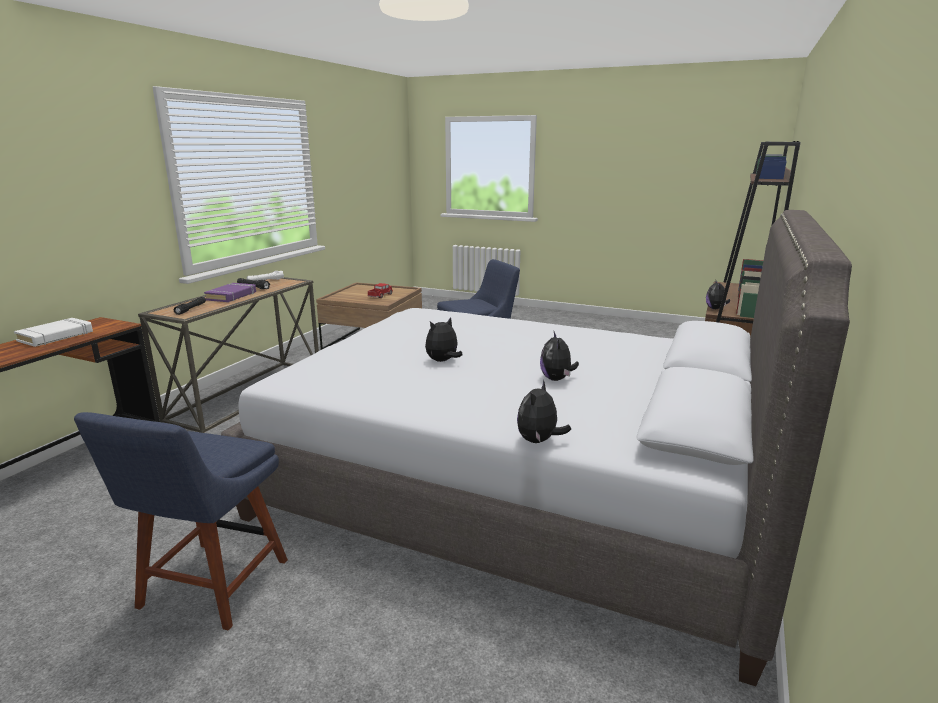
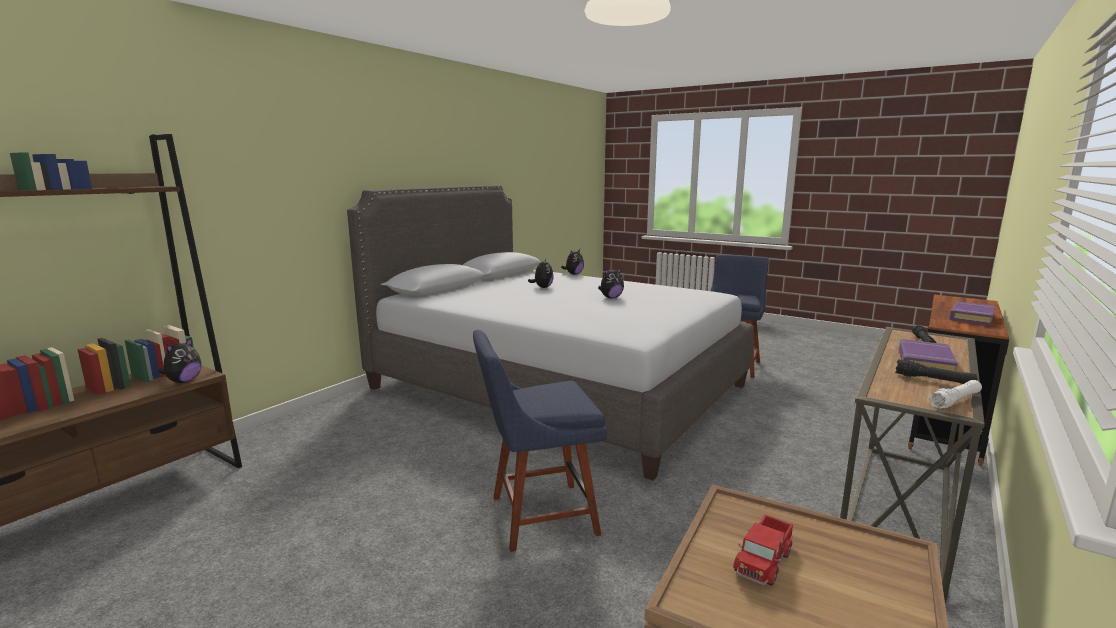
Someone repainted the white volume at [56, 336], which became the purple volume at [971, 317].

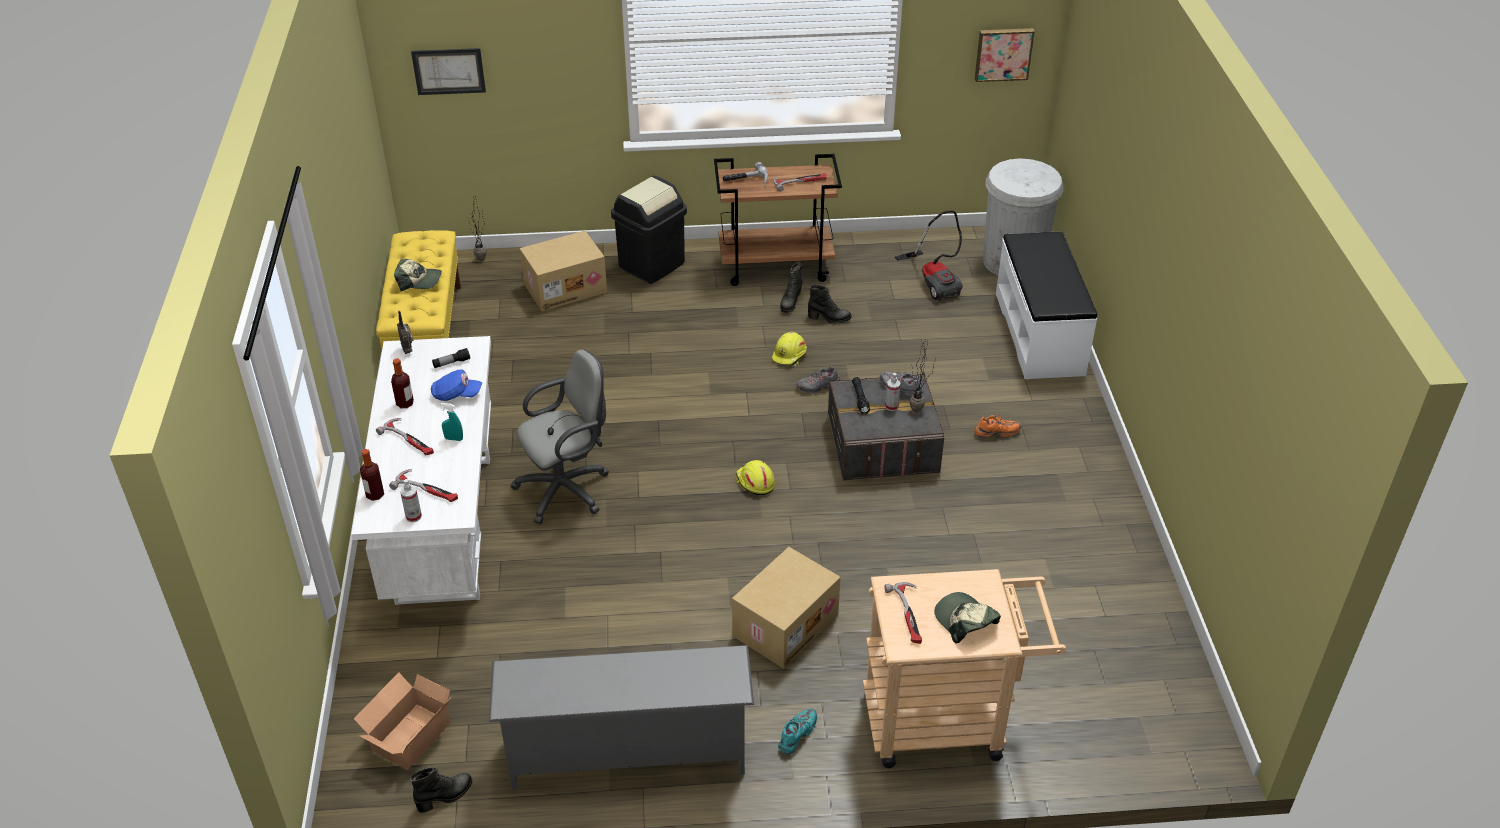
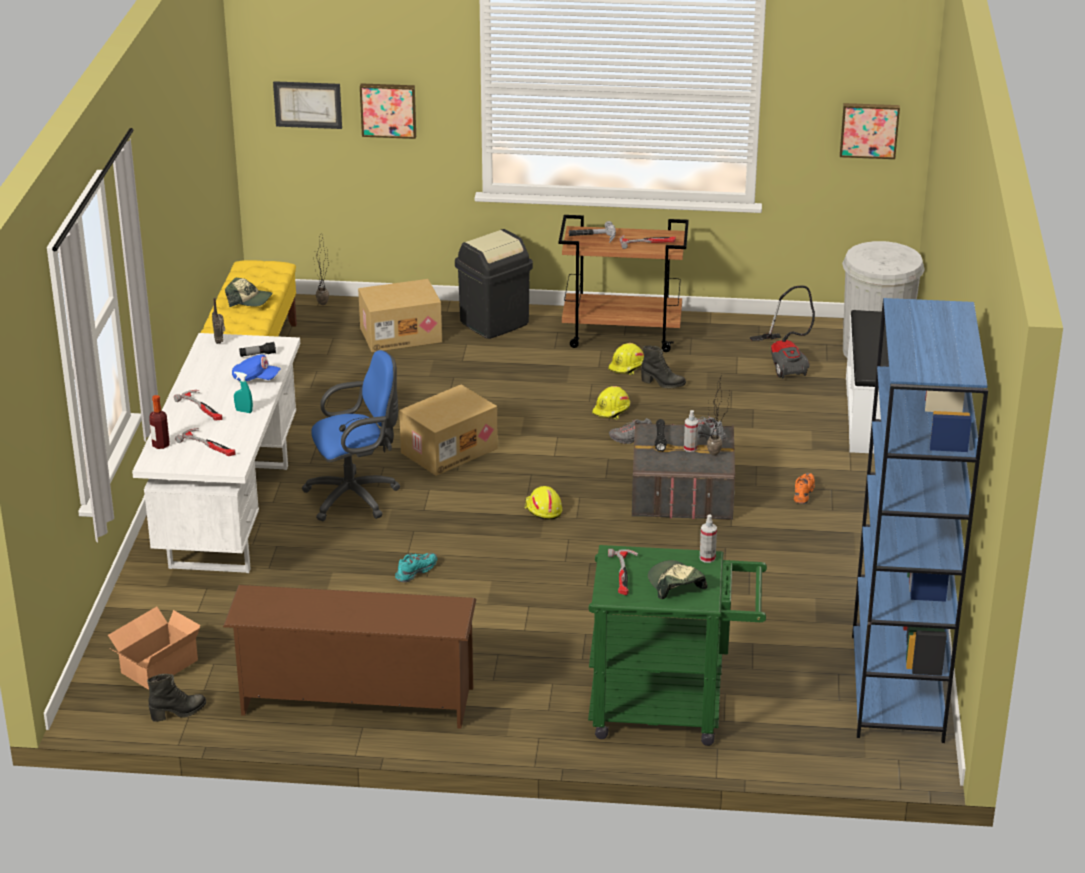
Someone repainted the gray shoe stand at [627, 755], which became the brown shoe stand at [355, 702]. Someone repainted the gray office chair at [568, 489], which became the blue office chair at [357, 497]. Someone put up the wall art at [388, 109]. Someone carried the turquoise shoe from [797, 735] to [416, 572]. Someone carried the cardboard box from [784, 624] to [449, 450]. Someone repainted the sand-coloured wheeled cart at [947, 721], which became the greenish wheeled cart at [670, 711]. Someone swapped the black boot at [790, 302] for the yellow-coloured work helmet at [627, 367]. Someone carried the hand sprayer from [413, 516] to [707, 558]. Someone rotated the orange shoe at [996, 433] by 75 degrees counterclockwise. Someone put down the blue shelving unit at [897, 688]. Someone took away the drink bottle at [405, 403].

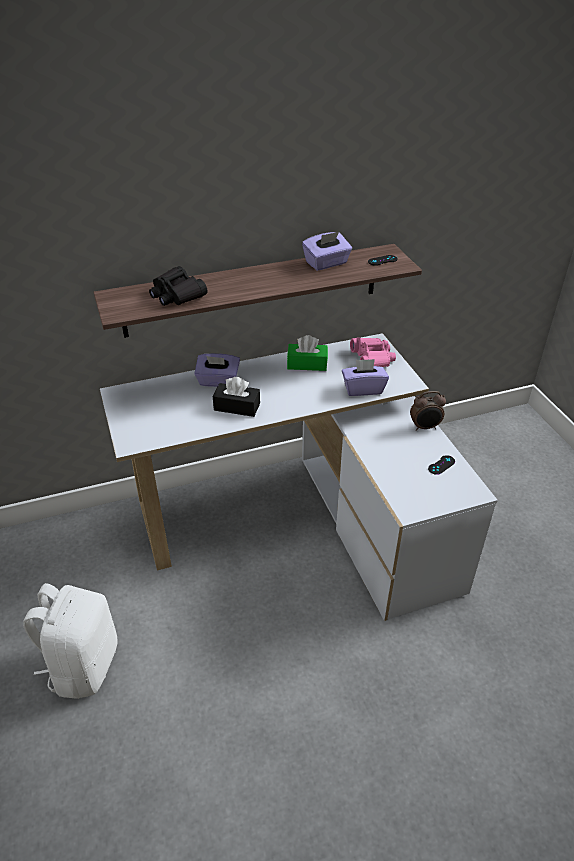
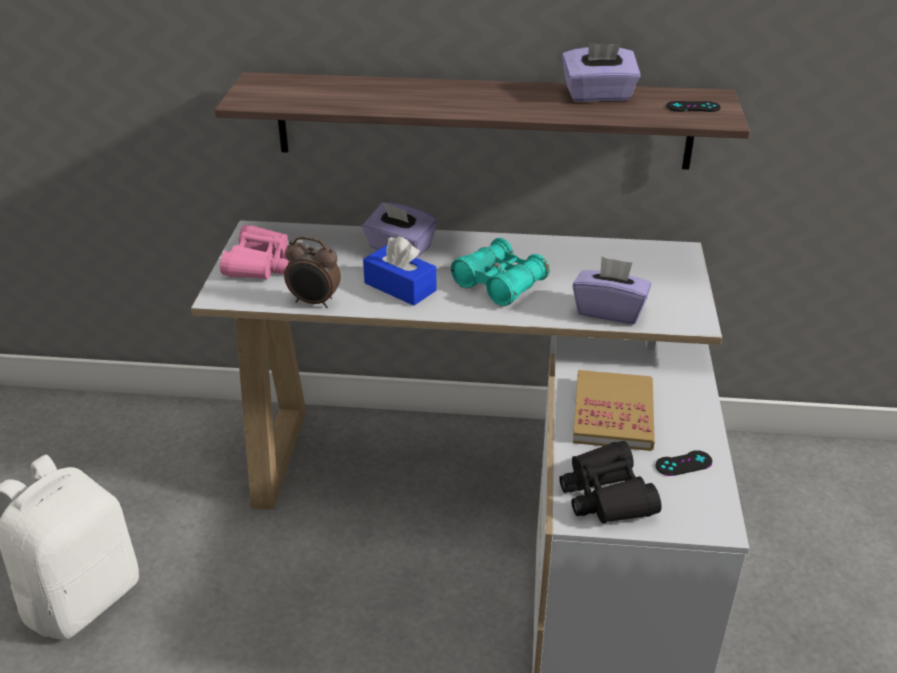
Someone carried the pink field glasses from [372, 358] to [261, 264]. Someone carried the table clock from [425, 427] to [314, 302]. Someone repainted the black box of tissues at [237, 407], which became the blue box of tissues at [400, 287]. Someone put down the turquoise field glasses at [499, 284]. Someone carried the black field glasses from [177, 294] to [606, 494]. Someone put down the volume at [613, 413]. Someone took away the greenish box of tissues at [307, 364].

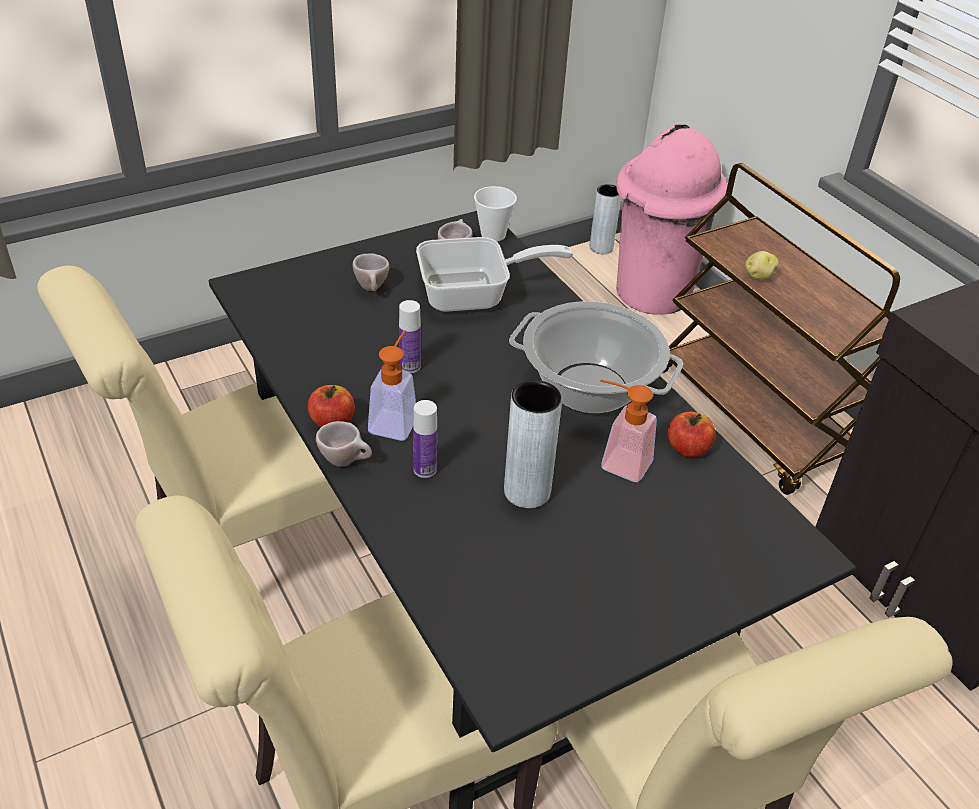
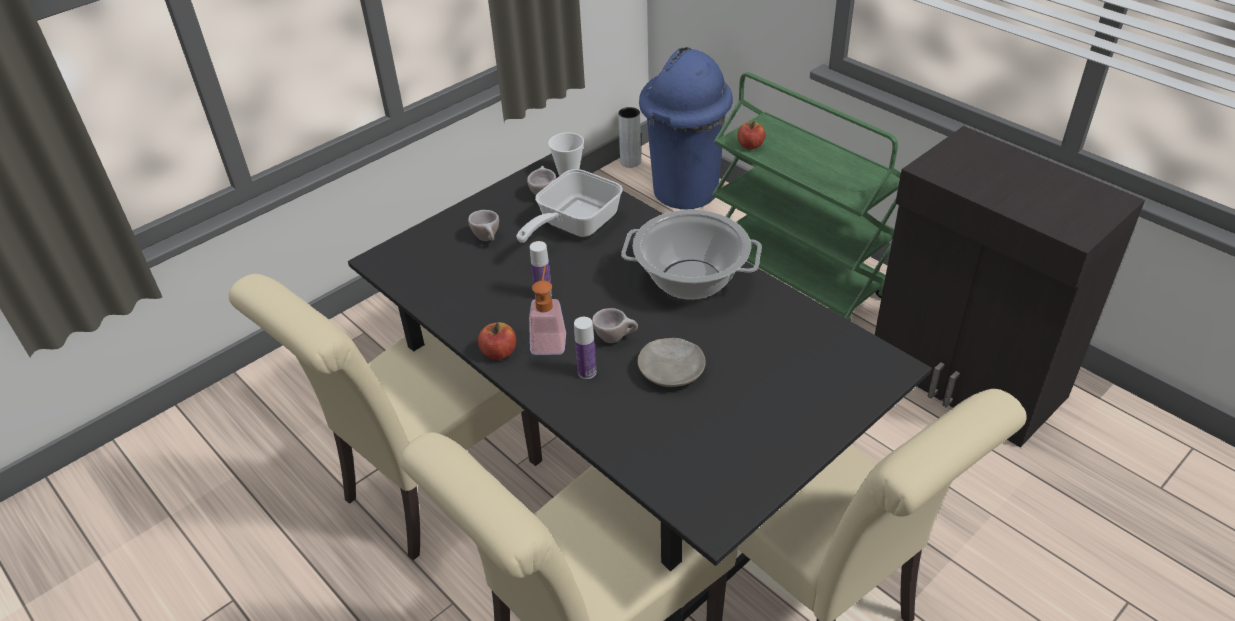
Someone rotated the frying pan at [475, 295] by 150 degrees clockwise. Someone carried the sand-coloured cup from [346, 461] to [615, 338]. Someone swapped the gray decorative vase at [527, 491] for the sand-coloured flat dish at [672, 370]. Someone repainted the pink trash can at [651, 293], which became the blue trash can at [684, 191]. Someone repainted the brown wheeled cart at [753, 417], which became the greenish wheeled cart at [797, 276]. Someone carried the apple fruit from [687, 448] to [750, 145]. Someone took away the soap bottle at [617, 461]. Someone took away the whole potato at [758, 276].

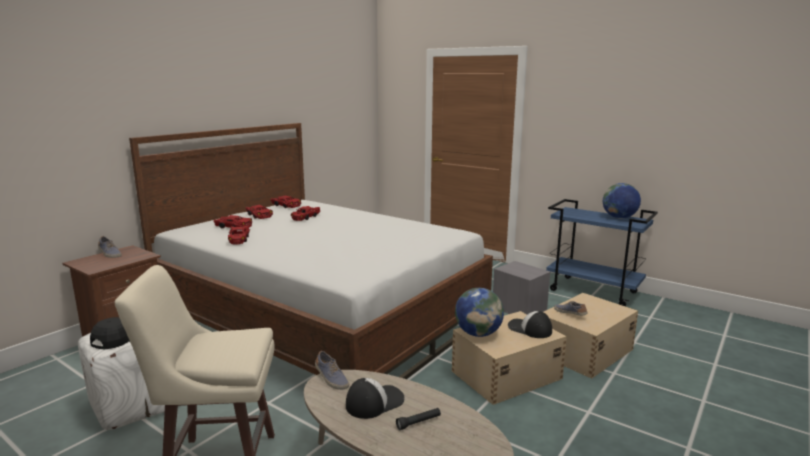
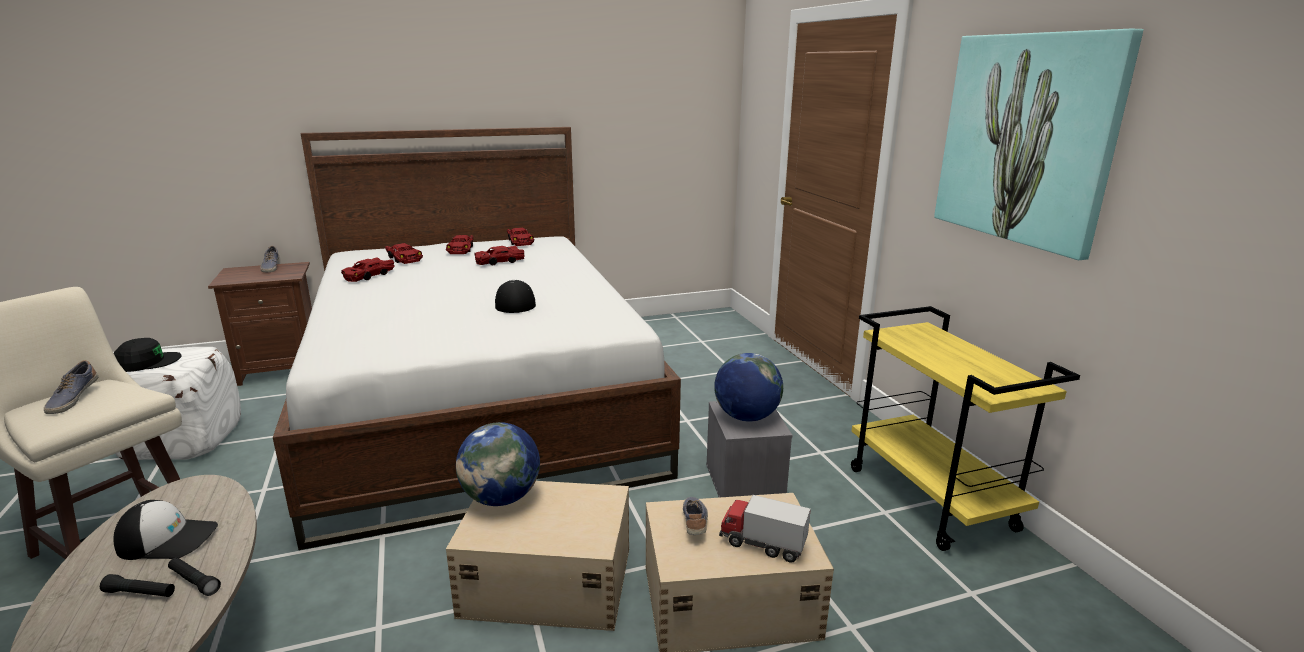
Someone carried the shoe from [331, 379] to [72, 399]. Someone put down the black flashlight at [194, 581]. Someone carried the peaked cap from [529, 329] to [514, 303]. Someone carried the world globe from [619, 217] to [746, 417]. Someone put down the toy lorry at [762, 544]. Someone repainted the blue wheeled cart at [594, 291], which became the yellow-coloured wheeled cart at [932, 499]. Someone put up the wall art at [1026, 139].

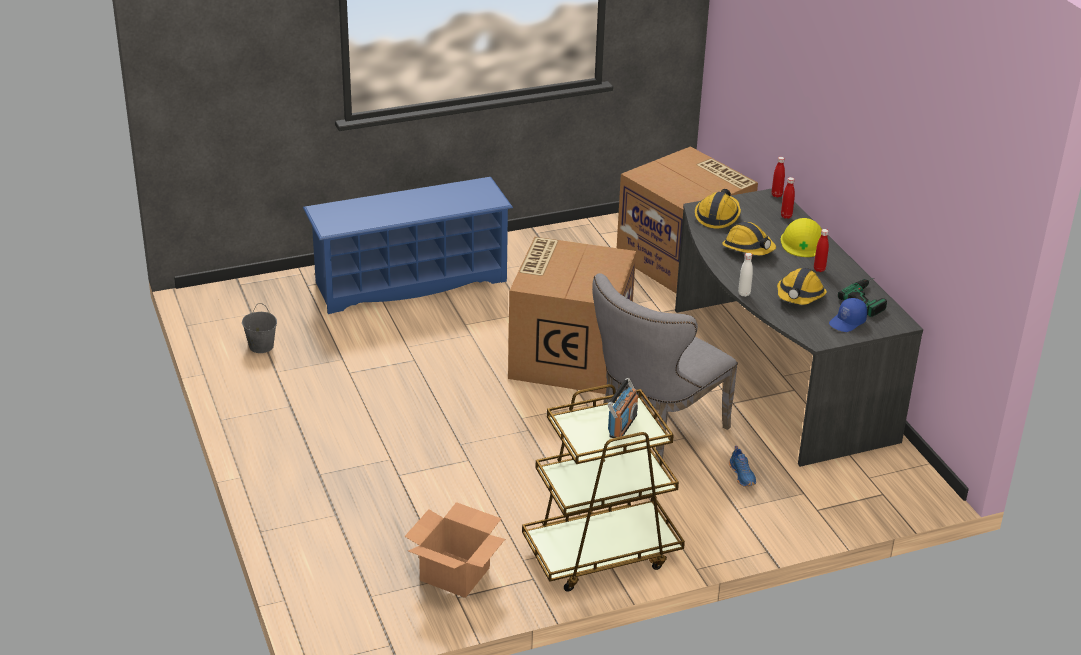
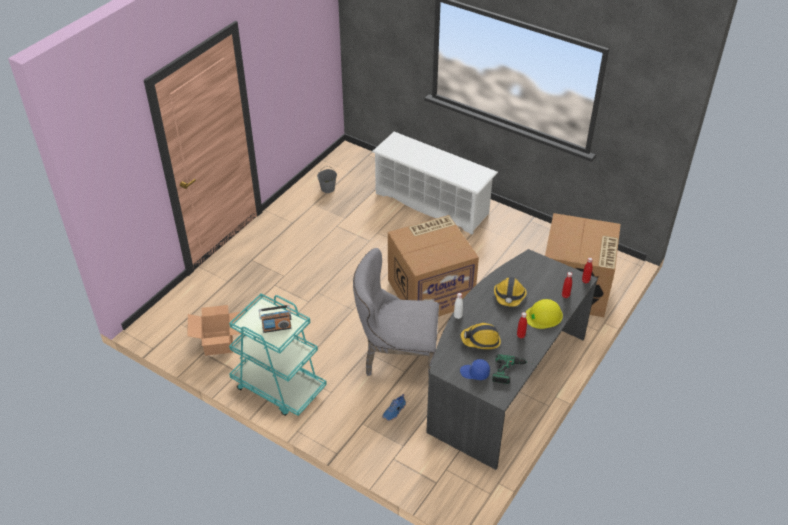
Someone repainted the brown wheeled cart at [601, 553], which became the turquoise wheeled cart at [278, 387]. Someone repainted the blue shoe stand at [410, 282], which became the white shoe stand at [432, 203]. Someone took away the work helmet at [717, 216].

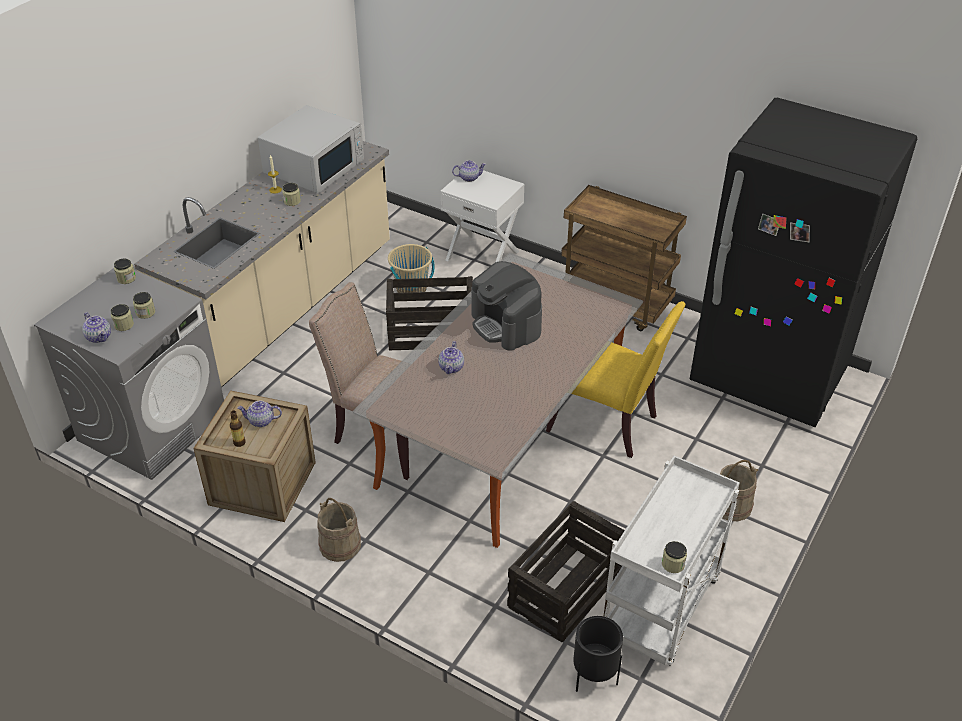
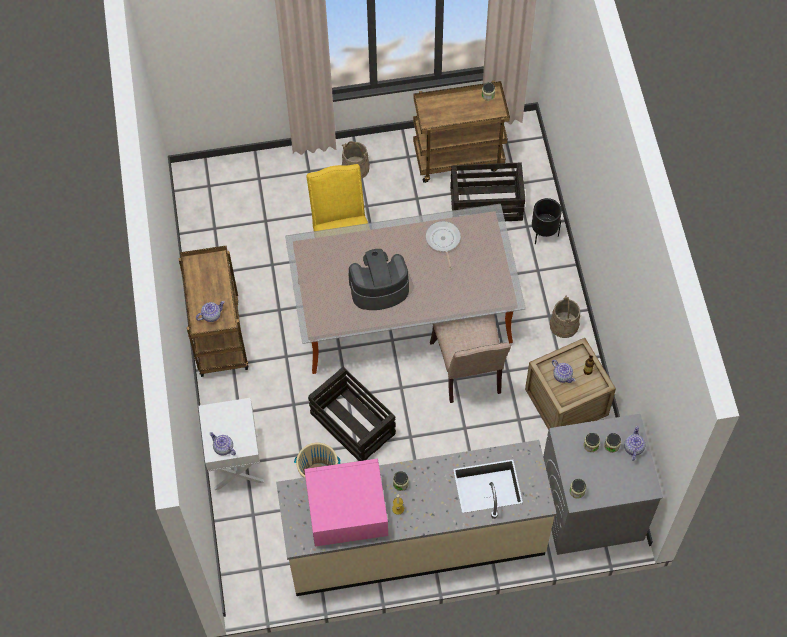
Someone carried the pot for tea from [451, 367] to [211, 315]. Someone repainted the white microwave at [315, 167], which became the pink microwave at [346, 510]. Someone rotated the coffee brewer at [506, 324] by 120 degrees counterclockwise. Someone repainted the white wheeled cart at [661, 611], which became the brown wheeled cart at [459, 157]. Someone put down the frying pan at [443, 241]. Someone carried the black flower pot from [594, 677] to [543, 234]. Someone took away the black refrigerator at [769, 377].

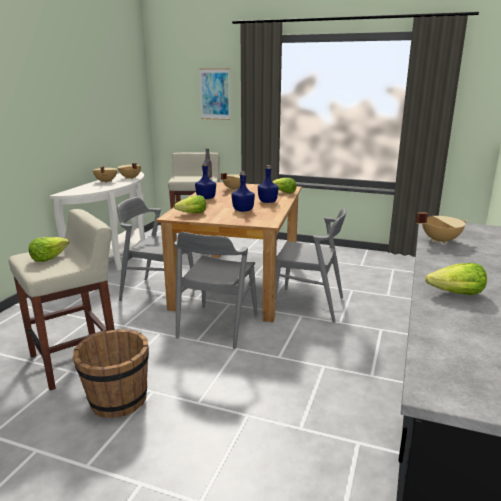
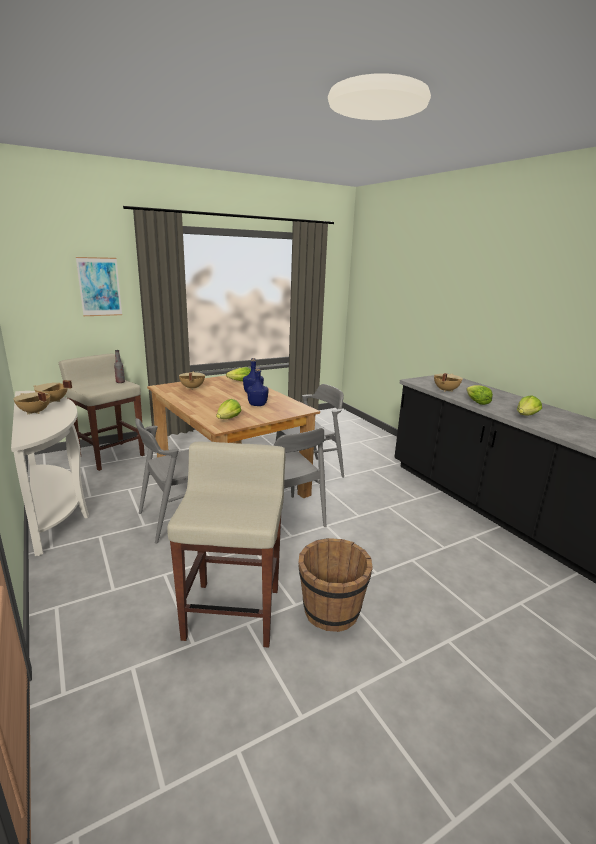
Someone carried the head of lettuce from [49, 258] to [476, 402]. Someone took away the blue drink bottle at [206, 198].

